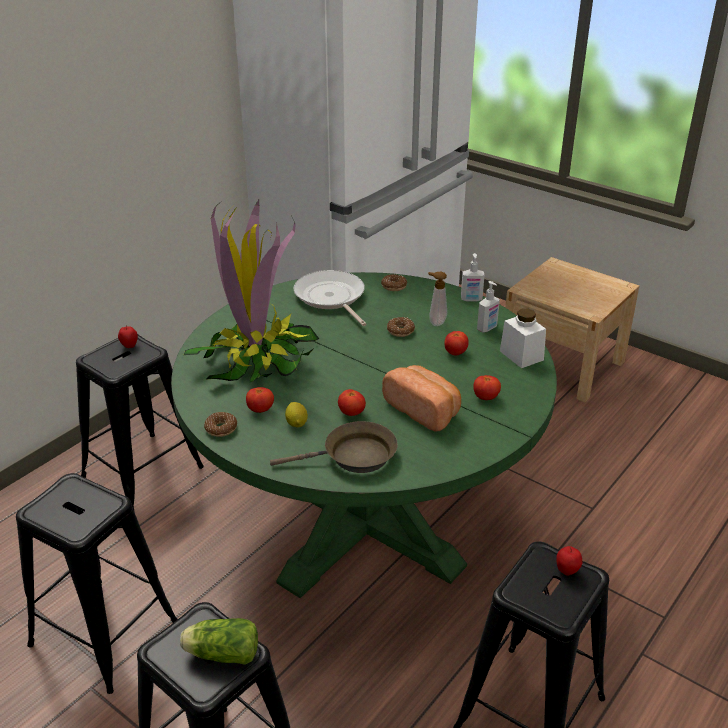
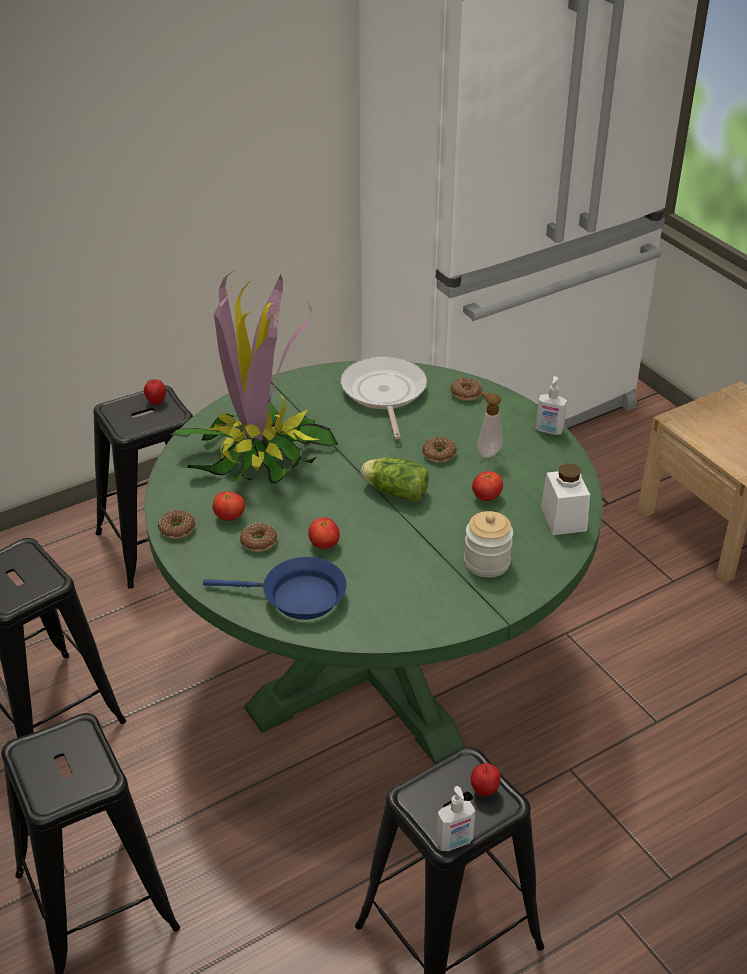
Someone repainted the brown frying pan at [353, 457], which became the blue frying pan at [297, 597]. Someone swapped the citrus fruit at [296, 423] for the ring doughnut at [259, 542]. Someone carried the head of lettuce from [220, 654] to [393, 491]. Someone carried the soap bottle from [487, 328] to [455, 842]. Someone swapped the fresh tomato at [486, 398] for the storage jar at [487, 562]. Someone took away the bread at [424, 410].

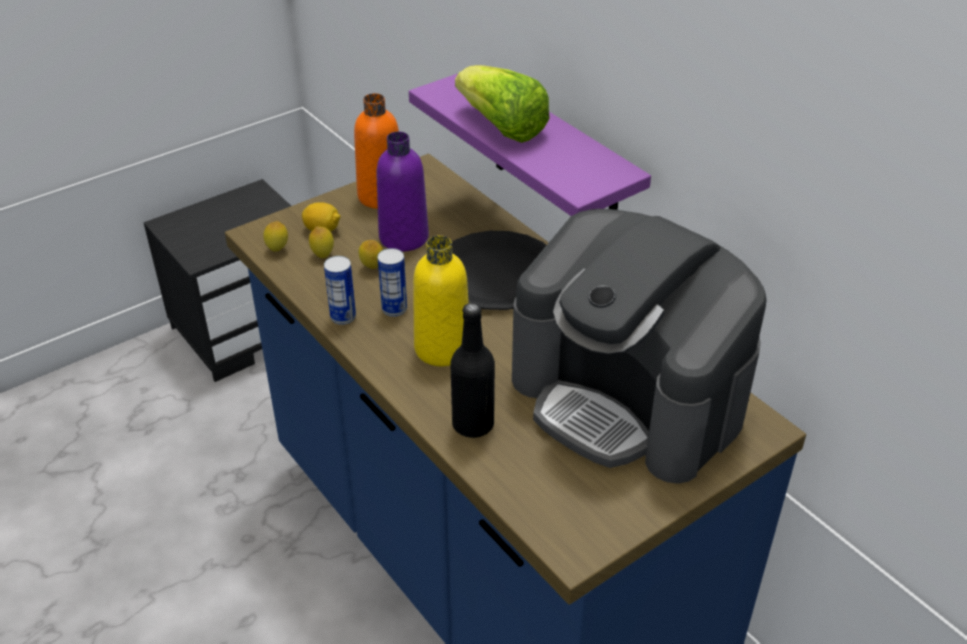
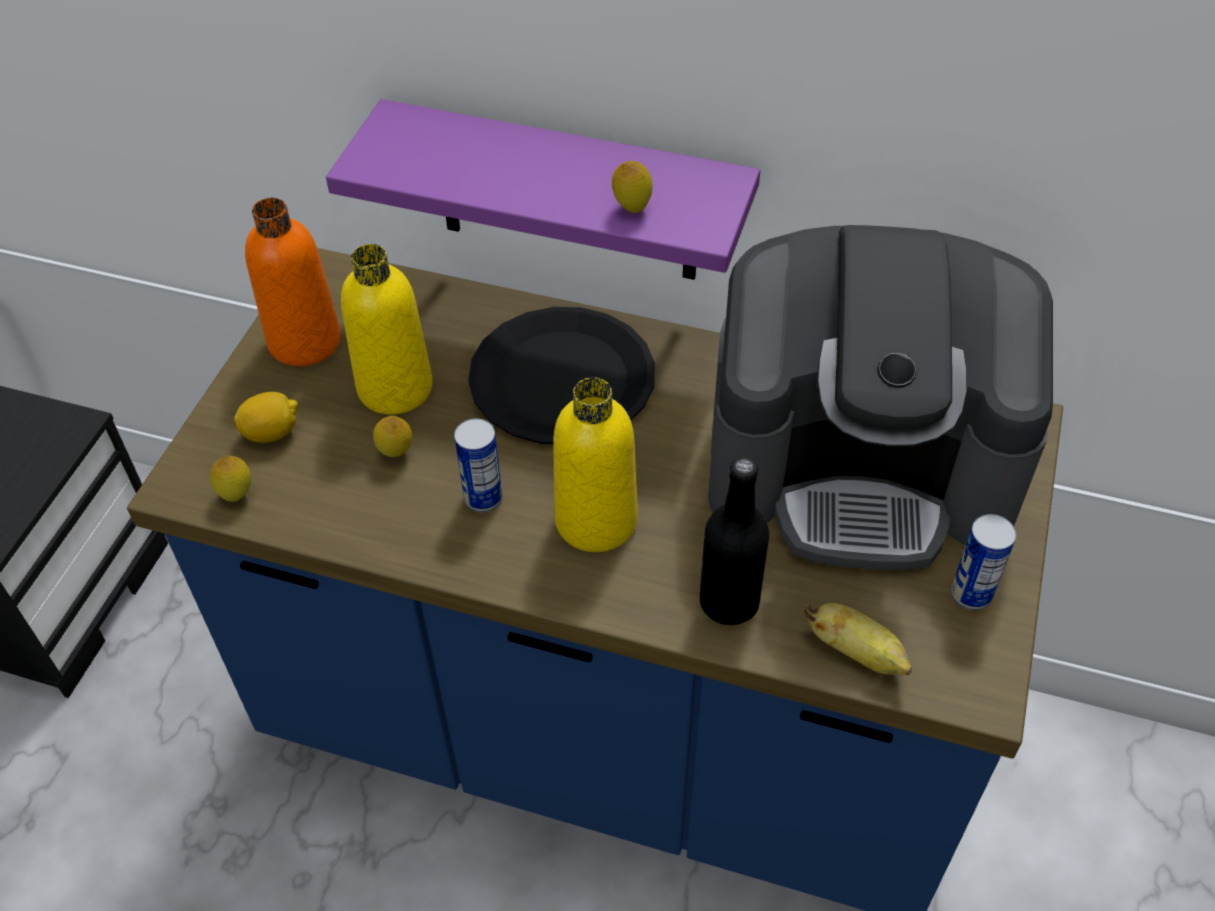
Someone repainted the purple drink bottle at [404, 237], which became the yellow-coloured drink bottle at [395, 388]. Someone carried the citrus fruit from [323, 255] to [632, 208]. Someone put down the banana fruit at [857, 653]. Someone carried the can from [343, 317] to [971, 594]. Someone took away the head of lettuce at [501, 127].

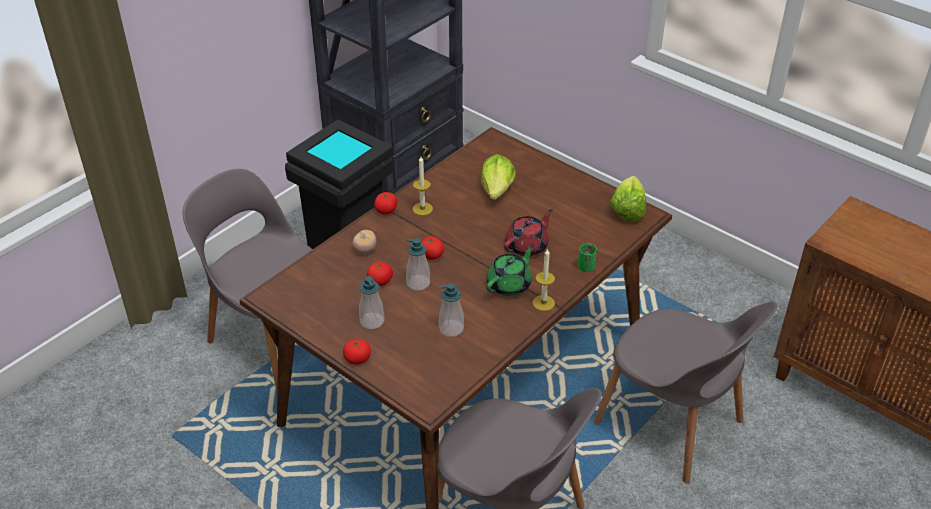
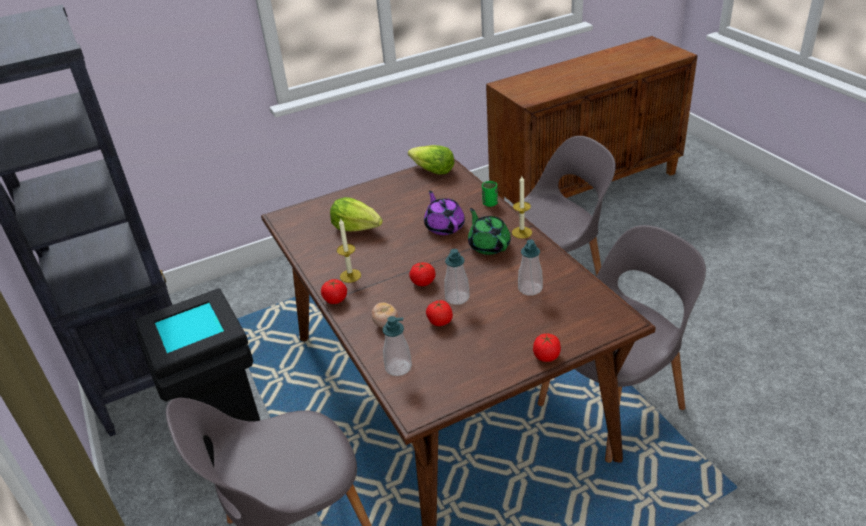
Someone carried the soap bottle from [372, 321] to [398, 367]. Someone repainted the reddish pot for tea at [527, 246], which became the purple pot for tea at [444, 226].

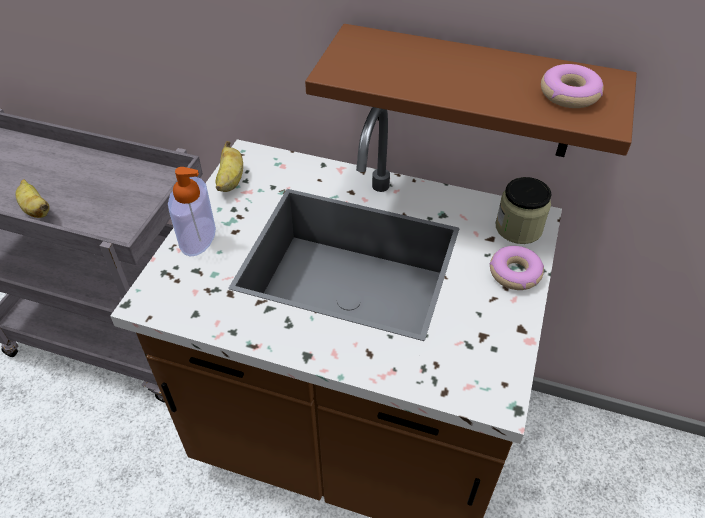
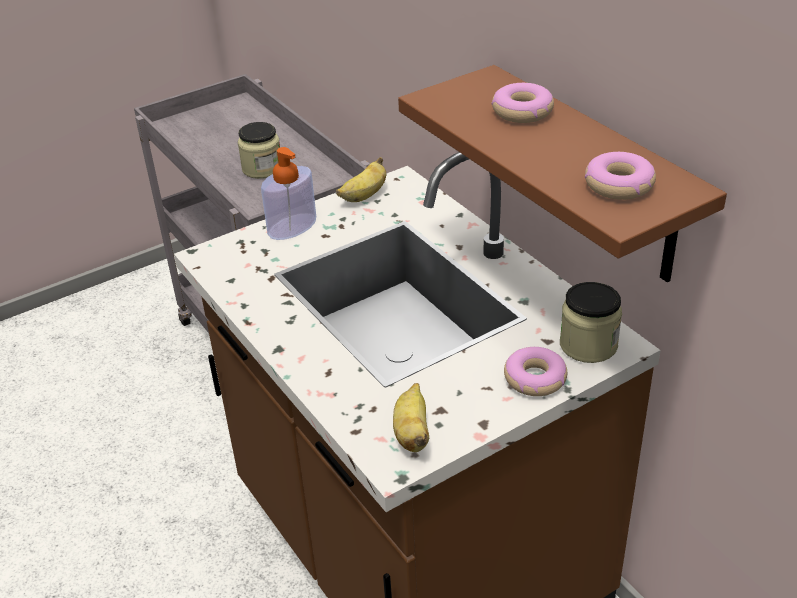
Someone put down the storage jar at [262, 168]. Someone carried the banana fruit from [36, 209] to [412, 433]. Someone put down the ring doughnut at [522, 112].

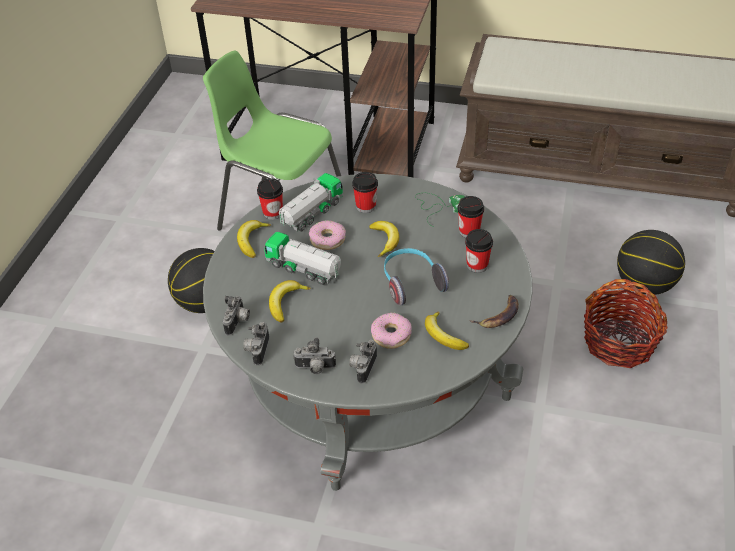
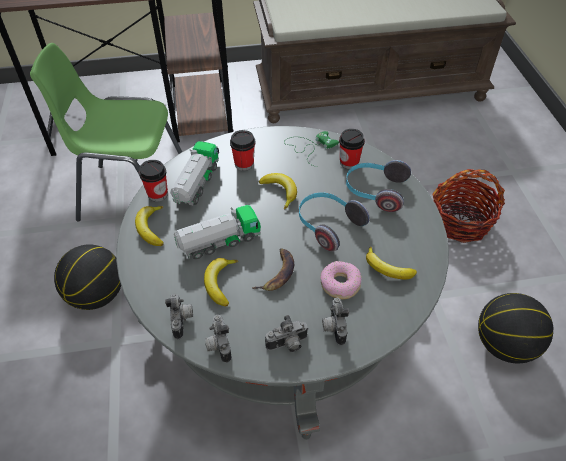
Someone rotated the toy lorry at [304, 269] by 150 degrees clockwise. Someone carried the banana fruit from [498, 315] to [277, 273]. Someone swapped the cup at [477, 265] for the pair of headphones at [375, 191]. Someone carried the basketball ball from [645, 285] to [504, 345]. Someone took away the ring doughnut at [327, 239].

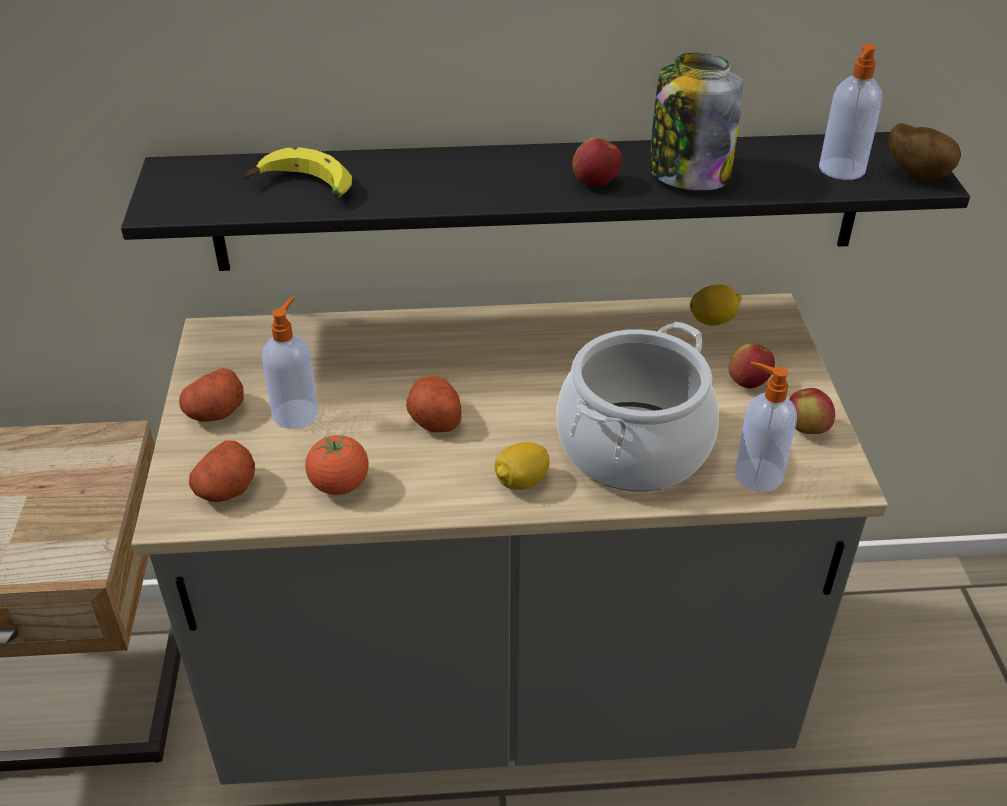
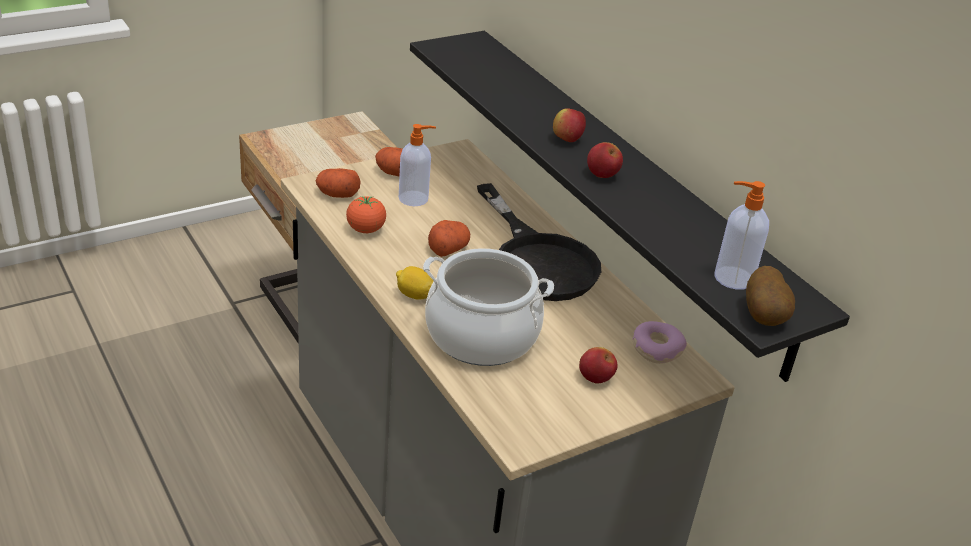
Someone put down the black frying pan at [538, 259]. Someone carried the apple fruit from [806, 429] to [567, 139]. Someone swapped the citrus fruit at [713, 320] for the ring doughnut at [656, 349]. Someone took away the banana fruit at [301, 189]. Someone took away the storage jar at [687, 174]. Someone took away the soap bottle at [756, 474].

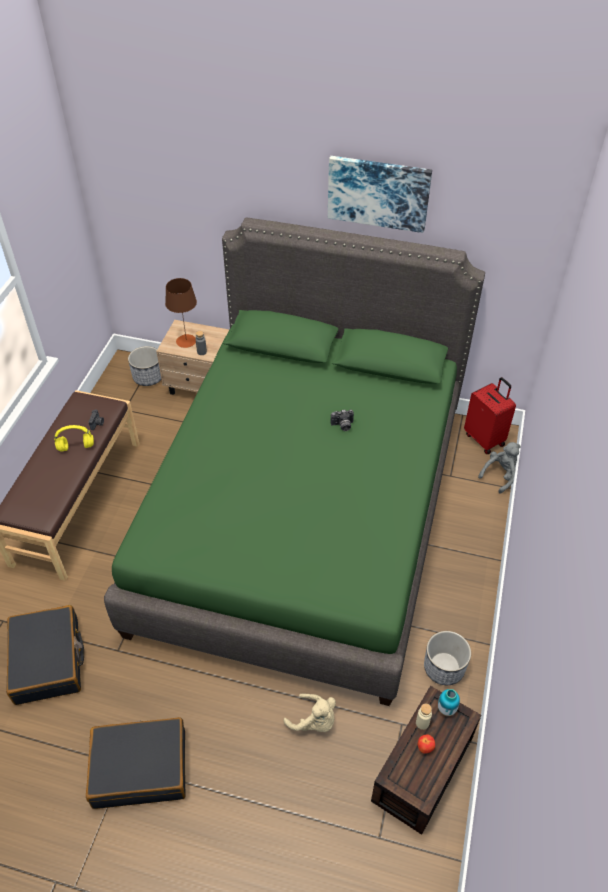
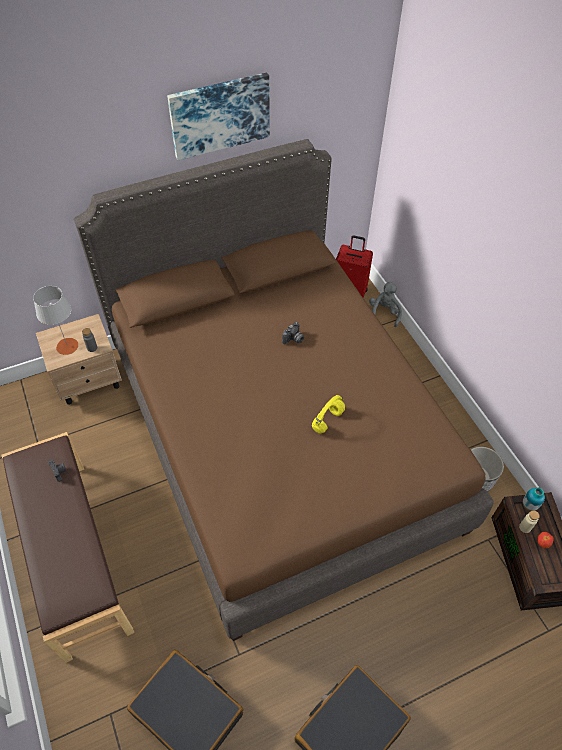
Someone repainted the brown table lamp at [186, 341], which became the gray table lamp at [67, 346]. Someone repainted the greenish bed at [303, 515], which became the brown bed at [278, 434]. Someone carried the yellow-coloured pair of headphones from [77, 447] to [328, 420]. Someone took away the flower pot at [148, 377]. Someone took away the sand-coloured soft toy at [314, 721].

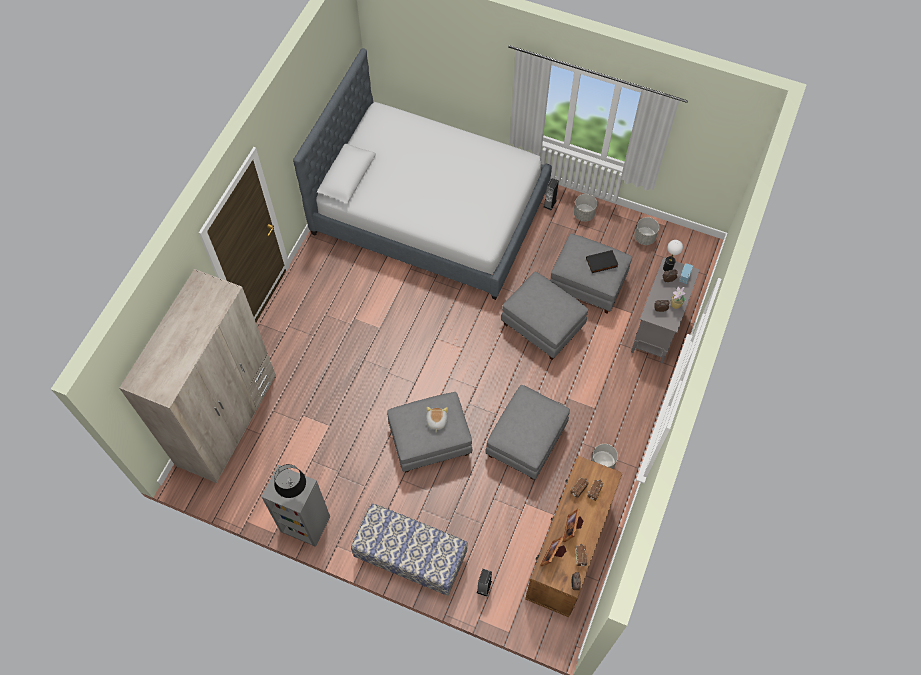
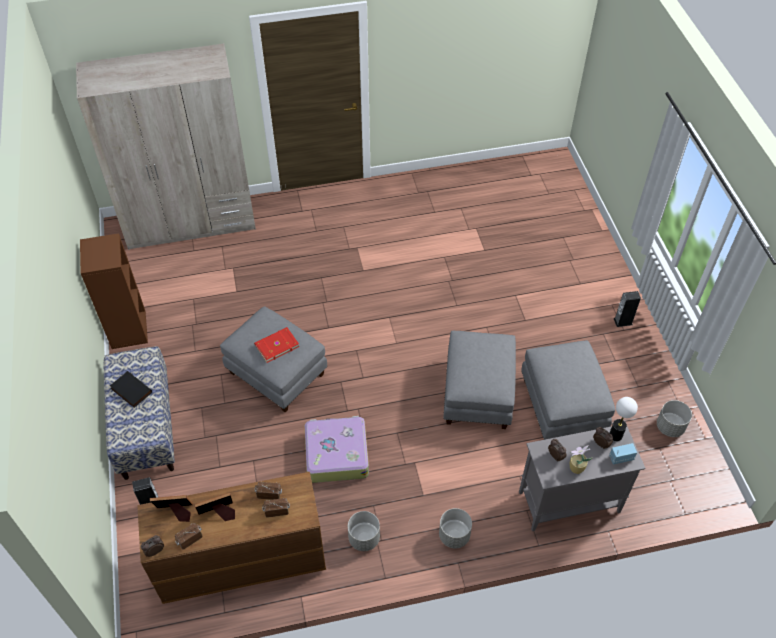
Someone repainted the gray shelving unit at [304, 524], which became the brown shelving unit at [128, 329]. Someone carried the black volume from [601, 263] to [130, 391]. Someone swapped the soft toy at [436, 421] for the reddish volume at [276, 345]. Someone swapped the gray ottoman at [526, 442] for the travel case at [336, 454]. Someone carried the gray flower pot from [584, 214] to [454, 536]. Someone took away the black table lamp at [296, 495]. Someone took away the bed at [430, 211].

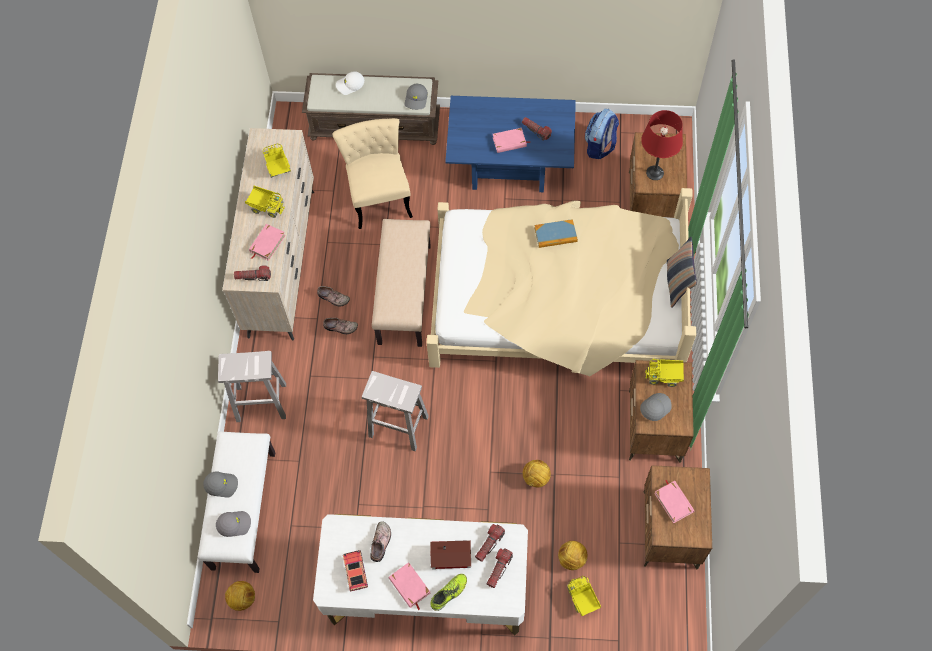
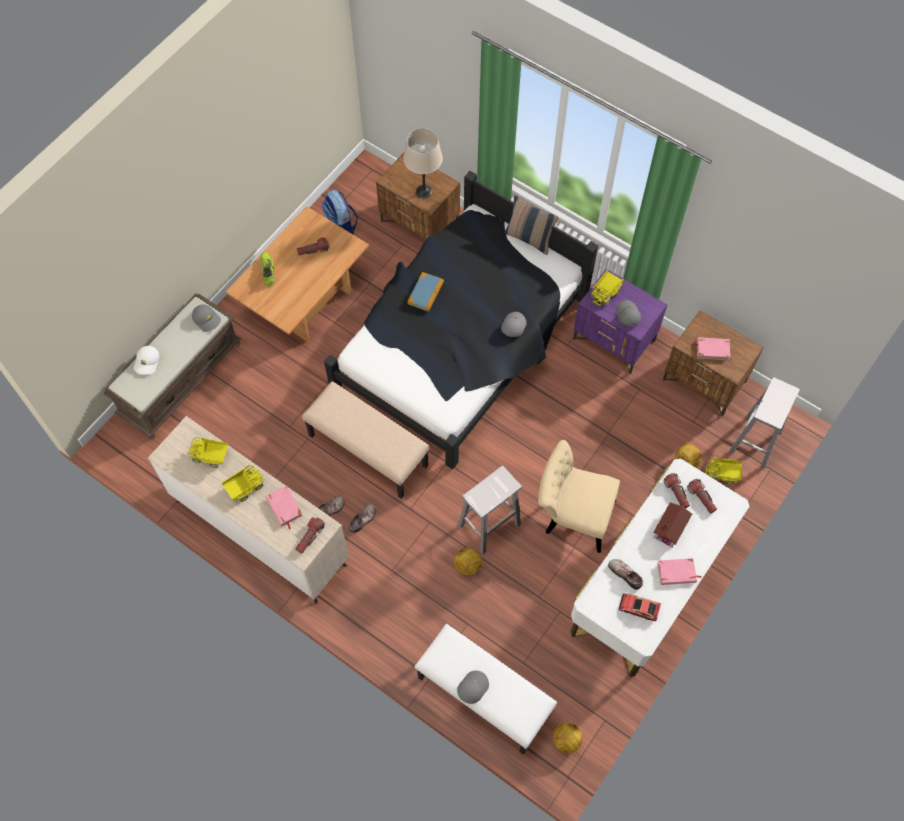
Someone repainted the blue lounge table at [510, 163], which became the brown lounge table at [304, 298]. Someone carried the shoe from [449, 593] to [268, 271]. Someone repainted the sand-coloured bed at [555, 302], which became the black bed at [459, 343]. Someone repainted the reddish table lamp at [655, 173], which became the sand-coloured table lamp at [424, 191]. Someone carried the football from [536, 478] to [468, 565]. Someone carried the gray peaked cap from [234, 524] to [513, 326]. Someone carried the sand-coloured chair from [379, 194] to [572, 515]. Someone repainted the brown bedside table at [654, 427], which became the purple bedside table at [614, 340]. Someone carried the white stool from [260, 402] to [755, 442]. Someone took away the pink volume at [509, 142].

